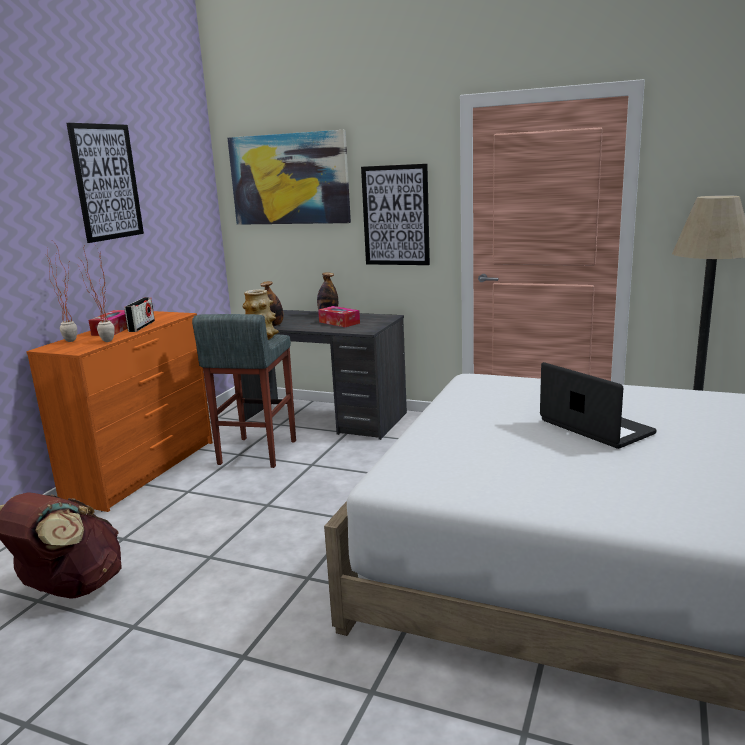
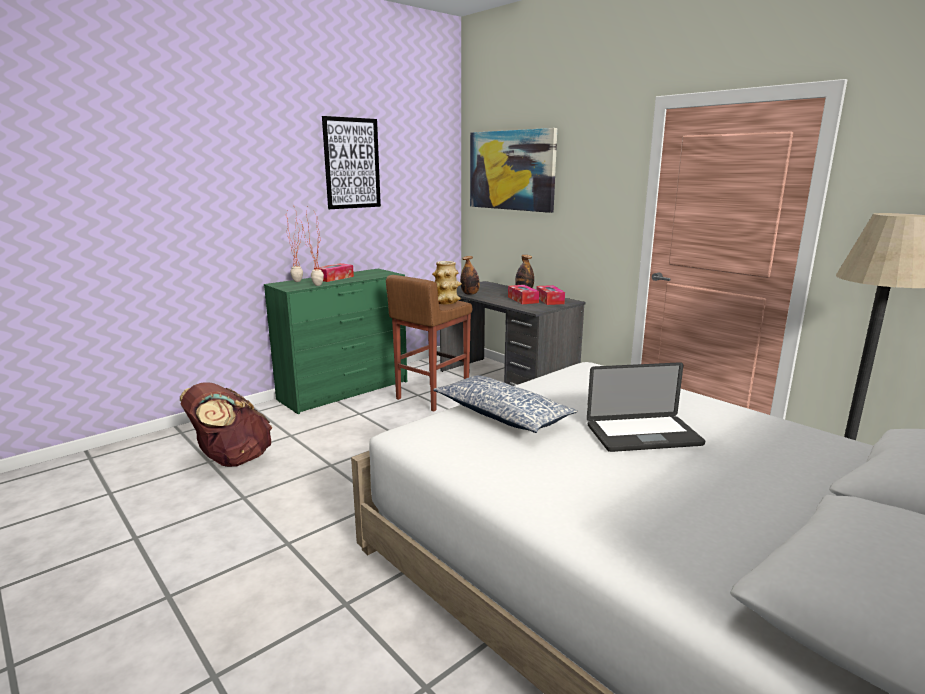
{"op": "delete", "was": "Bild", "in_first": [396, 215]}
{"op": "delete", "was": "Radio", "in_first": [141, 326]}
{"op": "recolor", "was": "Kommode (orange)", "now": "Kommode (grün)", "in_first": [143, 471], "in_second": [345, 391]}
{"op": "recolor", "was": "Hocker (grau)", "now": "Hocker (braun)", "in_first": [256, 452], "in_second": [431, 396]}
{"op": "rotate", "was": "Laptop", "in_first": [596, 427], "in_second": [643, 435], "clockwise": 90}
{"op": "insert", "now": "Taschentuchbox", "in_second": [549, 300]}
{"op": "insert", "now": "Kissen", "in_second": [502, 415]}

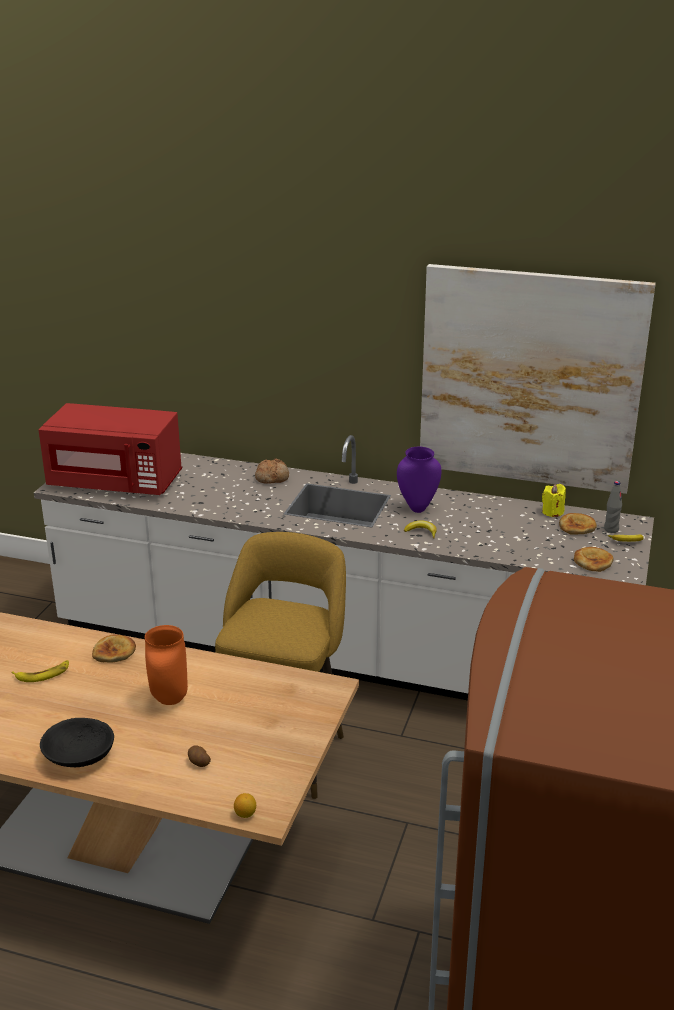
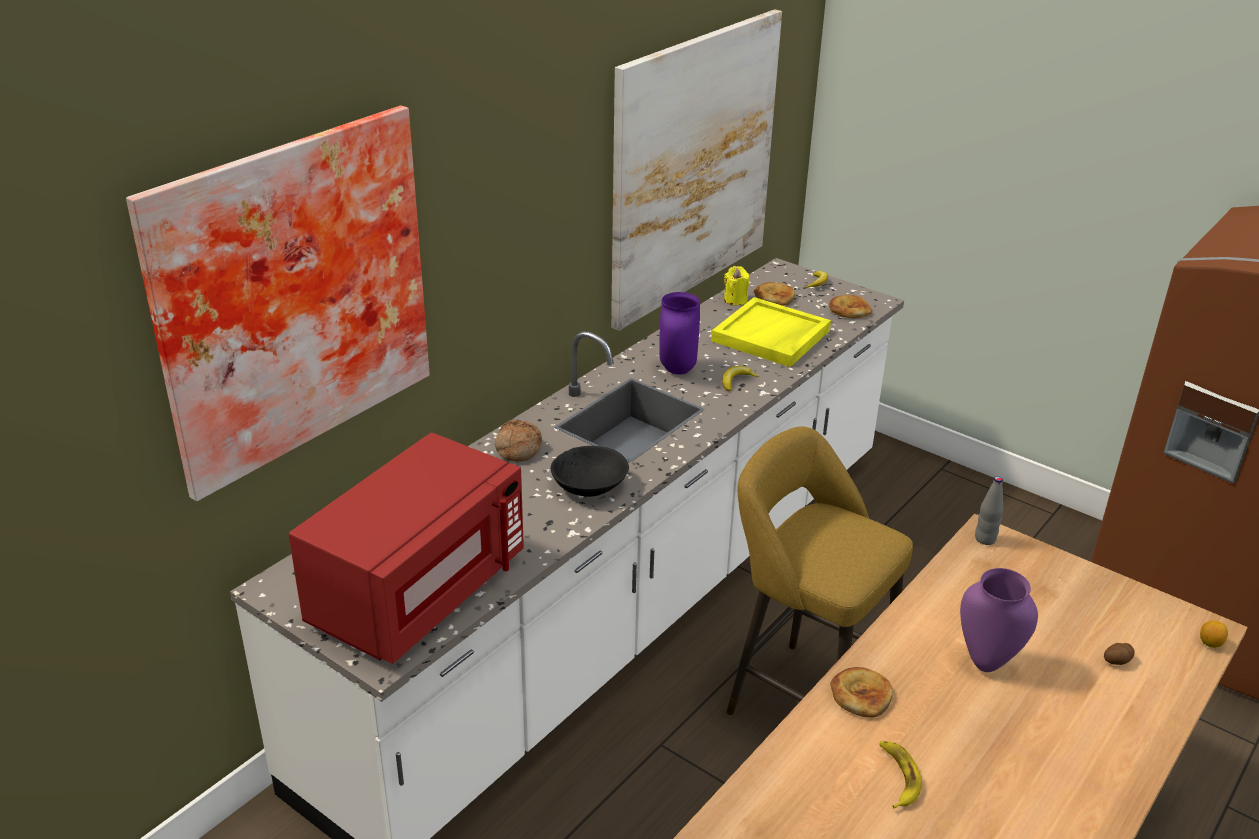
{"op": "move", "was": "Flasche (grau)", "in_first": [611, 529], "in_second": [985, 539]}
{"op": "recolor", "was": "Vase (orange)", "now": "Vase (lila)", "in_first": [168, 699], "in_second": [986, 663]}
{"op": "move", "was": "Schüssel (schwarz)", "in_first": [79, 756], "in_second": [589, 485]}
{"op": "insert", "now": "Bild", "in_second": [289, 294]}
{"op": "insert", "now": "Tablett (gelb)", "in_second": [771, 336]}

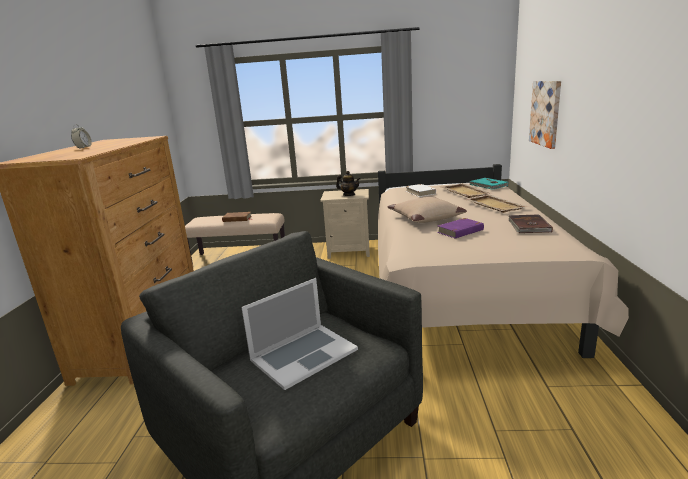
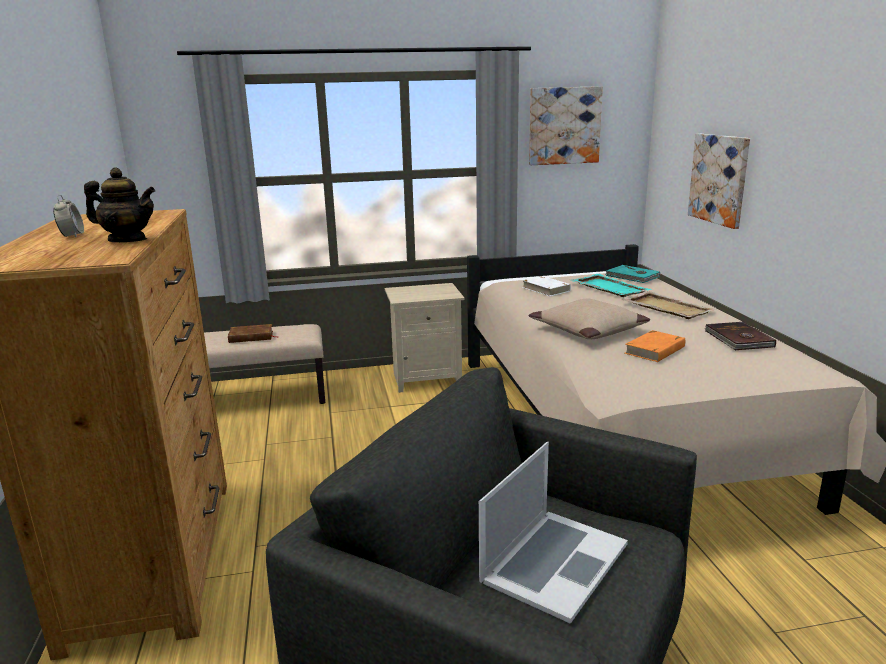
{"op": "move", "was": "Teekanne", "in_first": [349, 195], "in_second": [127, 240]}
{"op": "recolor", "was": "Tablett (beige)", "now": "Tablett (türkis)", "in_first": [464, 192], "in_second": [609, 287]}
{"op": "recolor", "was": "Buch (lila)", "now": "Buch (orange)", "in_first": [460, 231], "in_second": [655, 350]}
{"op": "insert", "now": "Bild", "in_second": [564, 126]}

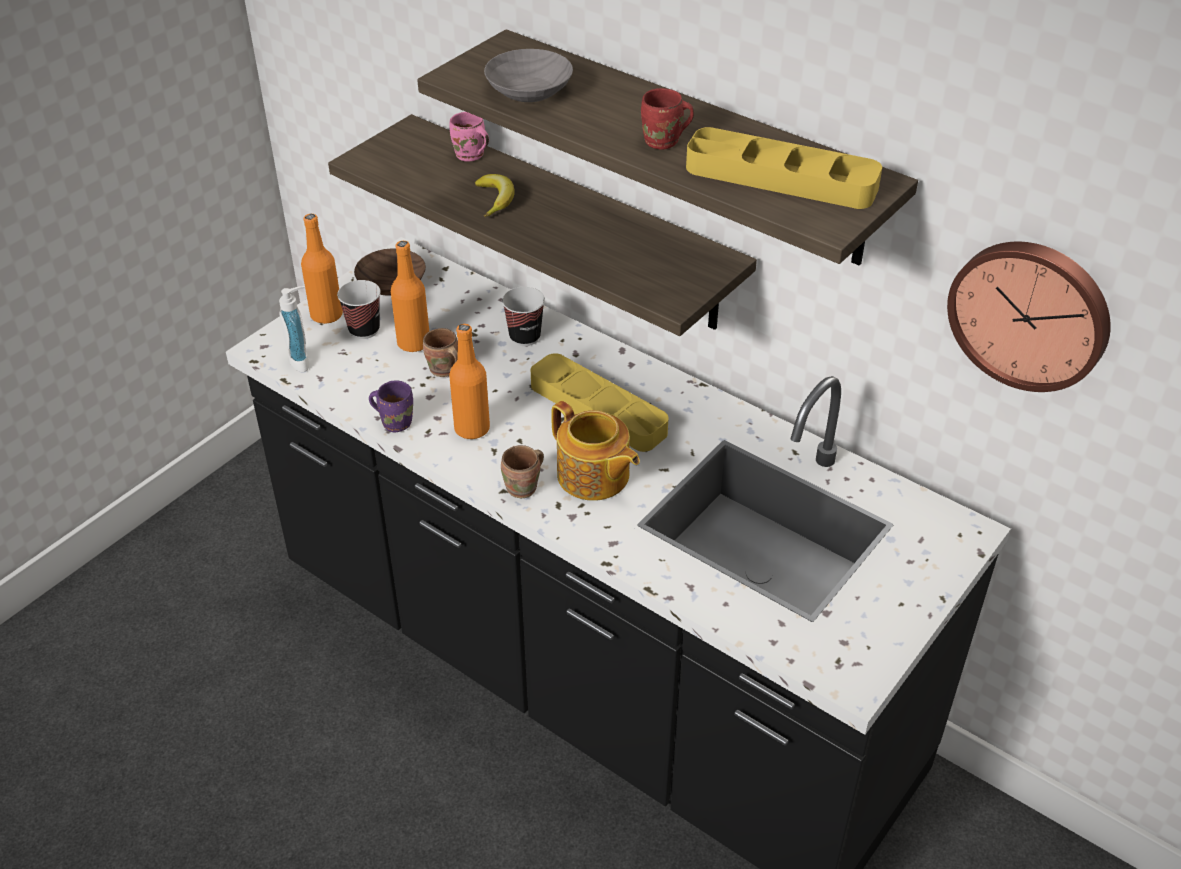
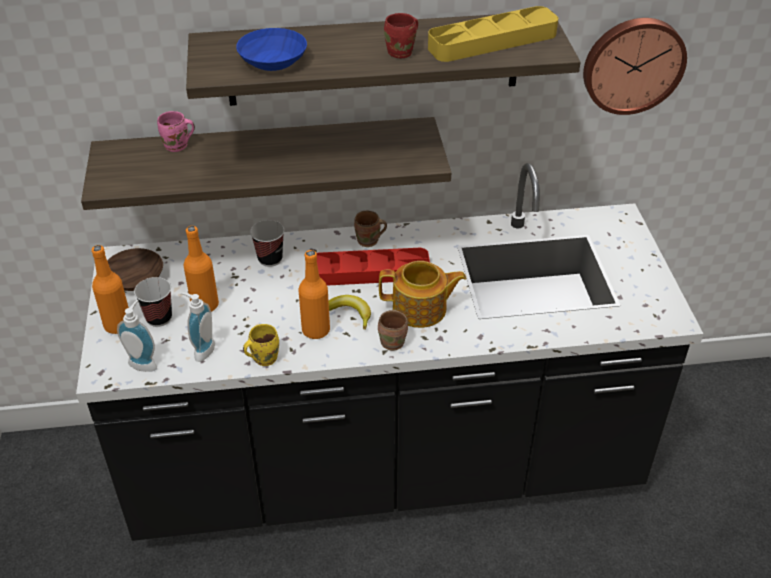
{"op": "recolor", "was": "Schüssel (grau)", "now": "Schüssel (blau)", "in_first": [531, 90], "in_second": [274, 60]}
{"op": "move", "was": "Banane", "in_first": [495, 199], "in_second": [349, 314]}
{"op": "move", "was": "Henkelbecher (braun)", "in_first": [443, 371], "in_second": [369, 242]}
{"op": "recolor", "was": "Tablett (gelb)", "now": "Tablett (rot)", "in_first": [598, 409], "in_second": [370, 272]}
{"op": "recolor", "was": "Henkelbecher (lila)", "now": "Henkelbecher (gelb)", "in_first": [396, 421], "in_second": [263, 357]}
{"op": "insert", "now": "Seifenspender", "in_second": [201, 350]}

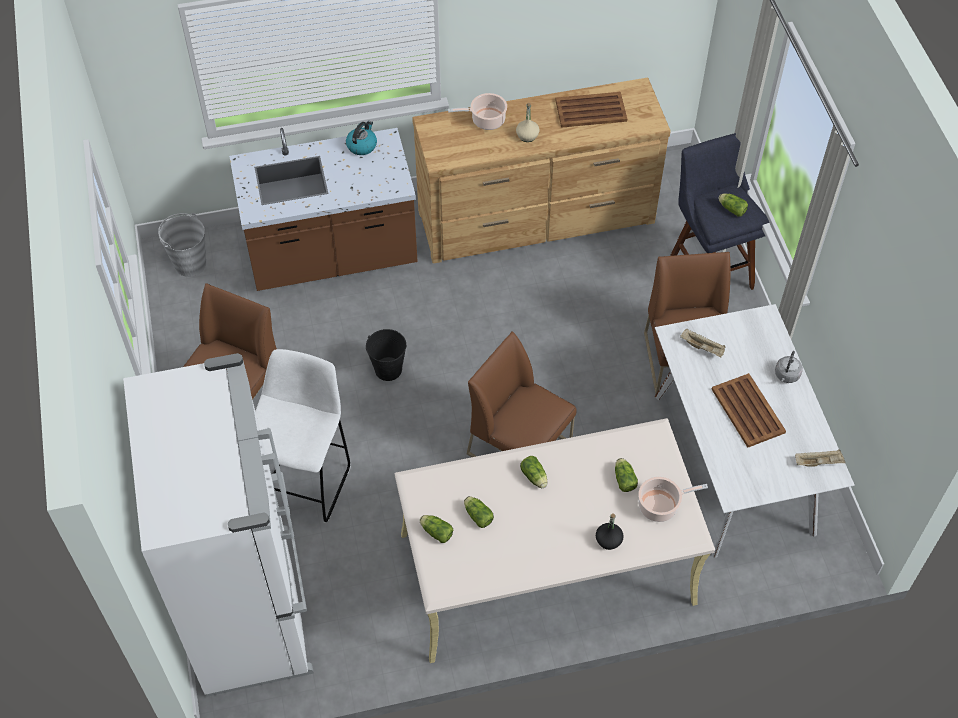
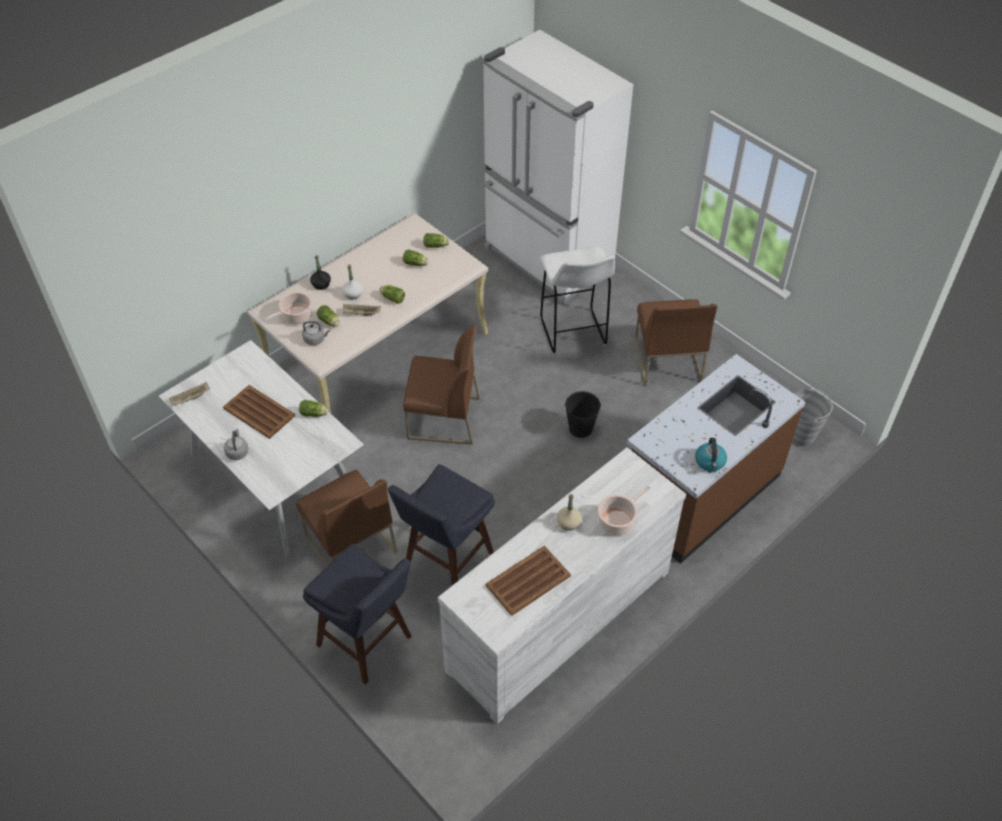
{"op": "recolor", "was": "Kommode (braun)", "now": "Kommode (weiß)", "in_first": [537, 217], "in_second": [558, 619]}
{"op": "move", "was": "Salatkopf", "in_first": [731, 208], "in_second": [314, 414]}
{"op": "move", "was": "Tablett (beige)", "in_first": [702, 347], "in_second": [361, 314]}
{"op": "insert", "now": "Flasche (weiß)", "in_second": [353, 294]}
{"op": "insert", "now": "Wasserkessel (grau)", "in_second": [315, 339]}
{"op": "insert", "now": "Hocker (blau)", "in_second": [445, 563]}

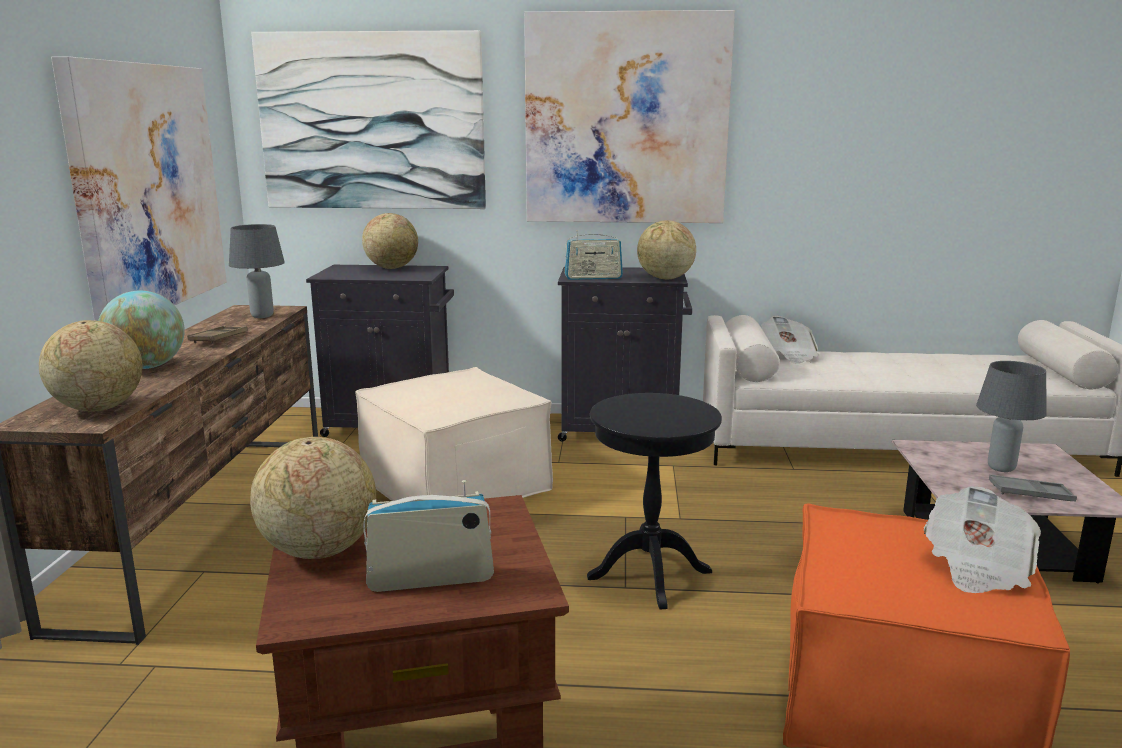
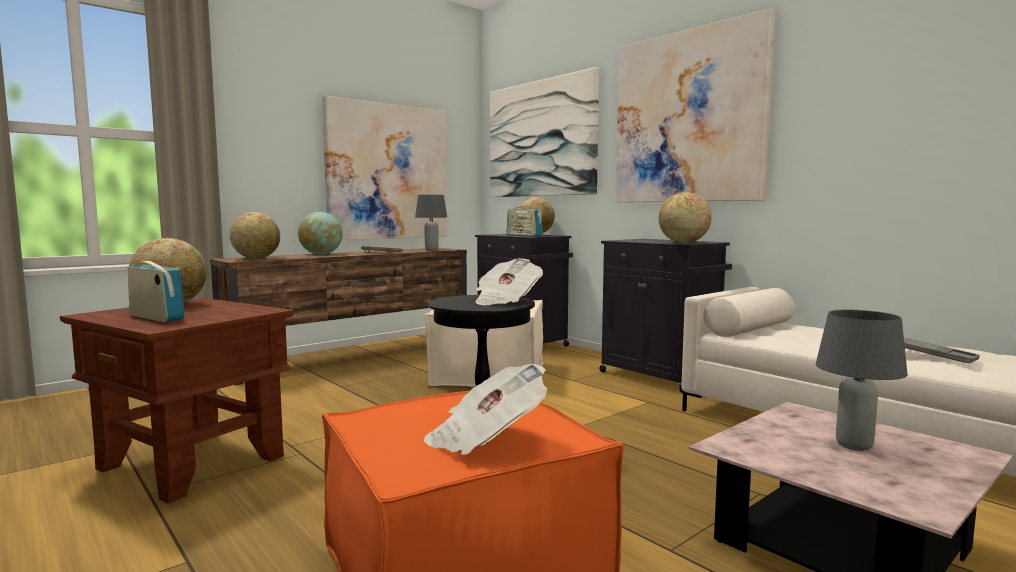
{"op": "move", "was": "Radio", "in_first": [593, 278], "in_second": [524, 236]}
{"op": "move", "was": "Zeitung", "in_first": [788, 355], "in_second": [506, 301]}
{"op": "move", "was": "Tablett (grau)", "in_first": [1030, 494], "in_second": [935, 355]}

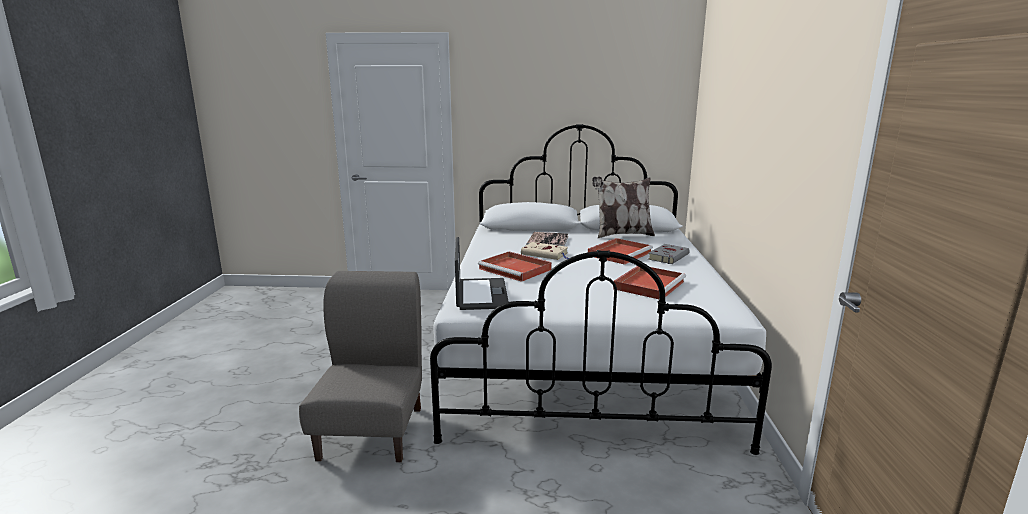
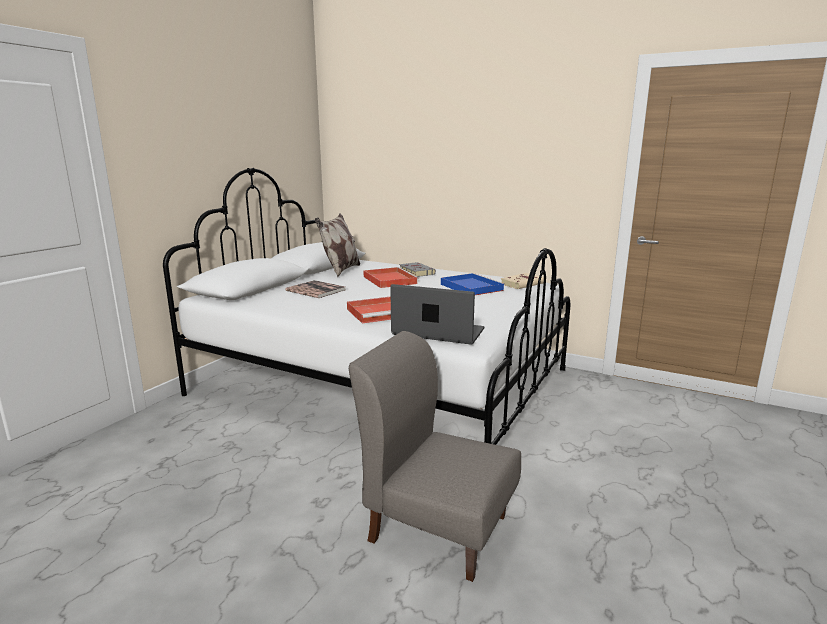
{"op": "move", "was": "Buch (beige)", "in_first": [546, 254], "in_second": [523, 284]}
{"op": "recolor", "was": "Tablett (rot)", "now": "Tablett (blau)", "in_first": [649, 284], "in_second": [470, 287]}

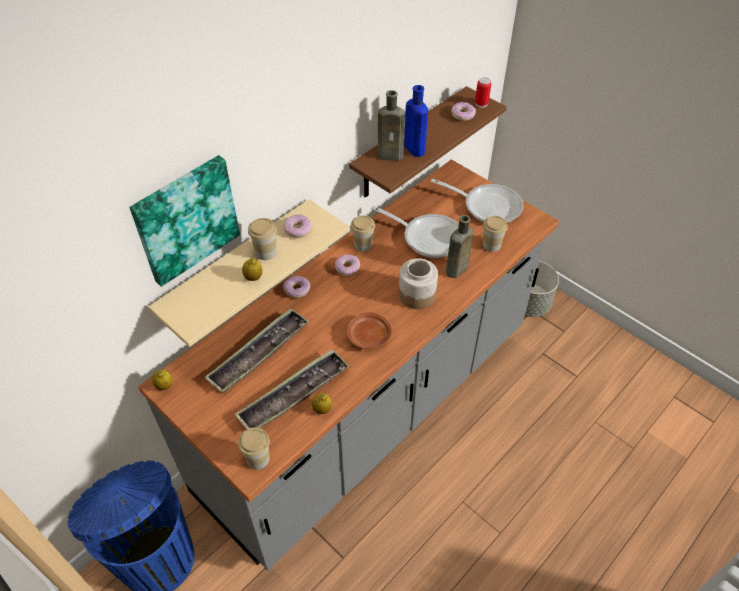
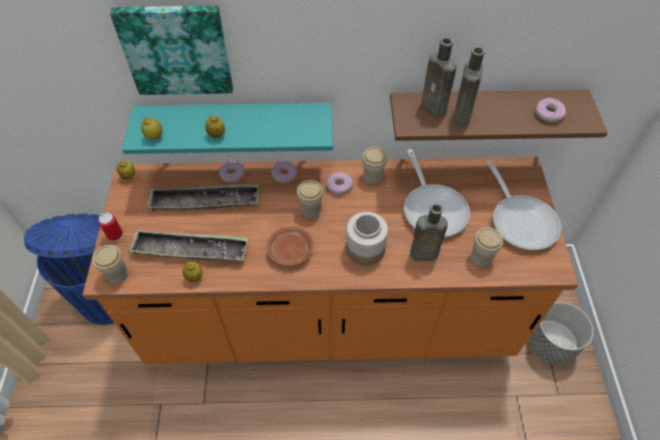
{"op": "move", "was": "Dose", "in_first": [481, 103], "in_second": [115, 235]}
{"op": "recolor", "was": "Flasche (blau)", "now": "Flasche (braun)", "in_first": [413, 148], "in_second": [461, 114]}
{"op": "recolor", "was": "Küchenzeile (grau)", "now": "Küchenzeile (orange)", "in_first": [369, 409], "in_second": [330, 317]}
{"op": "recolor", "was": "Wandregal (beige)", "now": "Wandregal (türkis)", "in_first": [238, 270], "in_second": [236, 125]}
{"op": "move", "was": "Donut", "in_first": [297, 229], "in_second": [232, 174]}
{"op": "move", "was": "Tasse", "in_first": [266, 252], "in_second": [311, 209]}
{"op": "insert", "now": "Zitrone", "in_second": [154, 136]}

